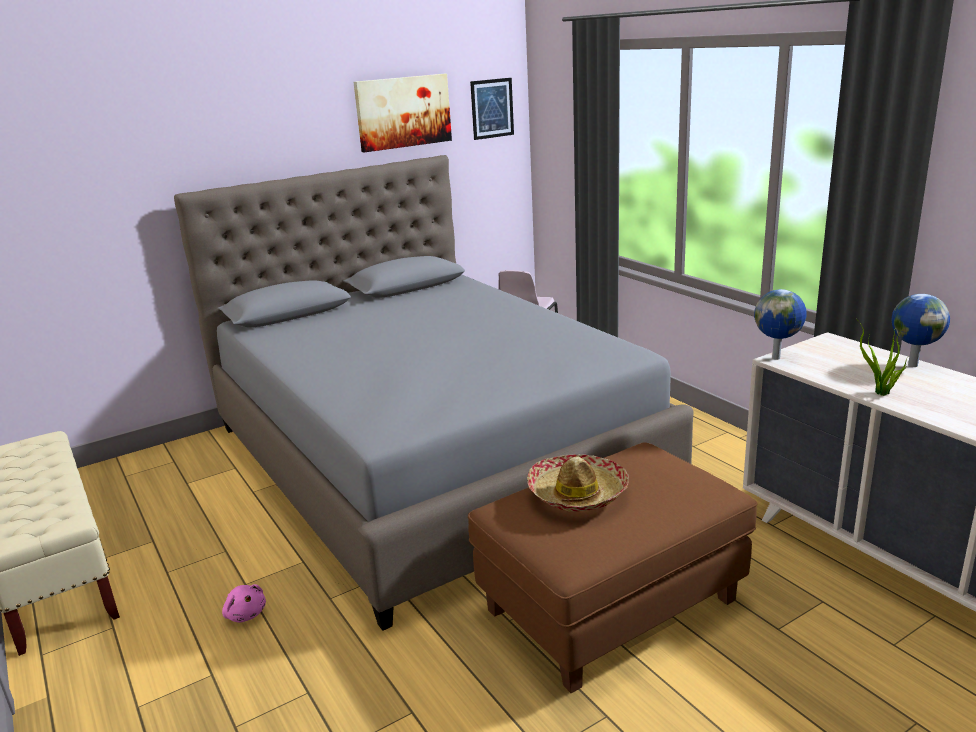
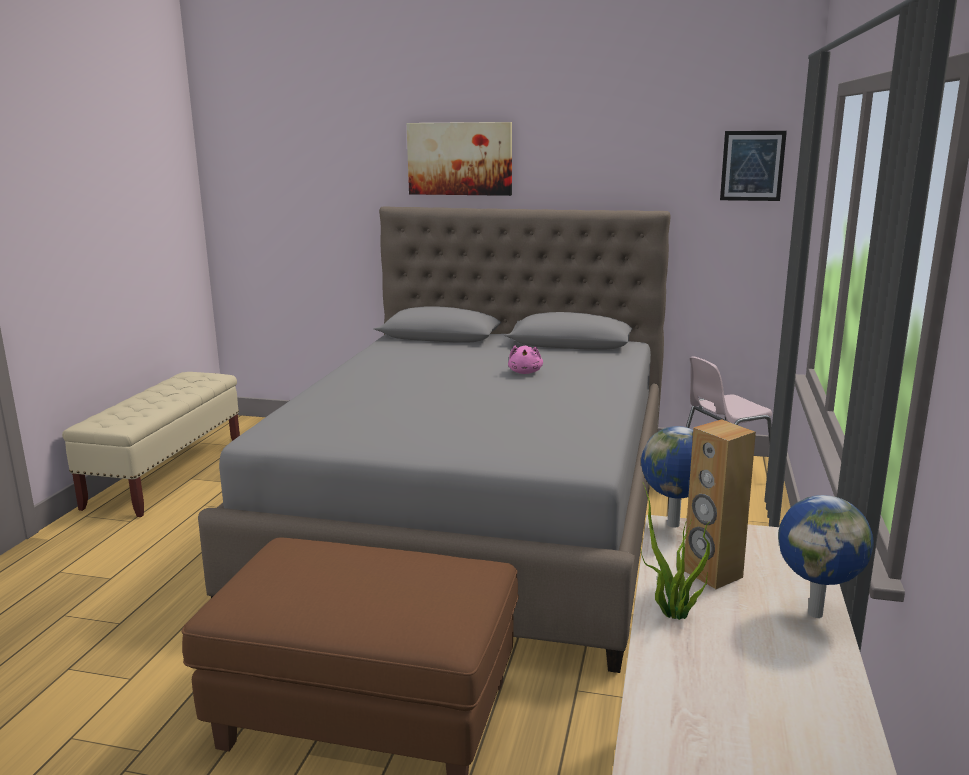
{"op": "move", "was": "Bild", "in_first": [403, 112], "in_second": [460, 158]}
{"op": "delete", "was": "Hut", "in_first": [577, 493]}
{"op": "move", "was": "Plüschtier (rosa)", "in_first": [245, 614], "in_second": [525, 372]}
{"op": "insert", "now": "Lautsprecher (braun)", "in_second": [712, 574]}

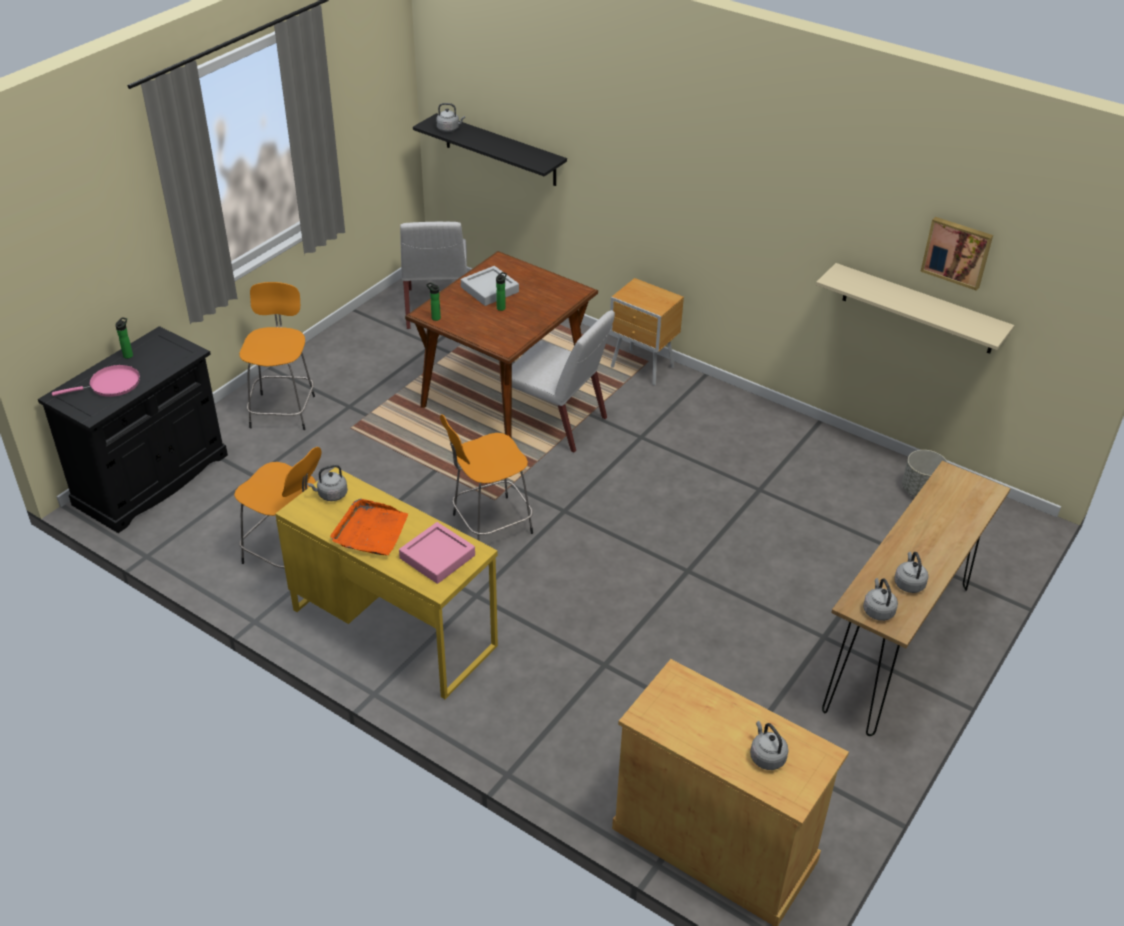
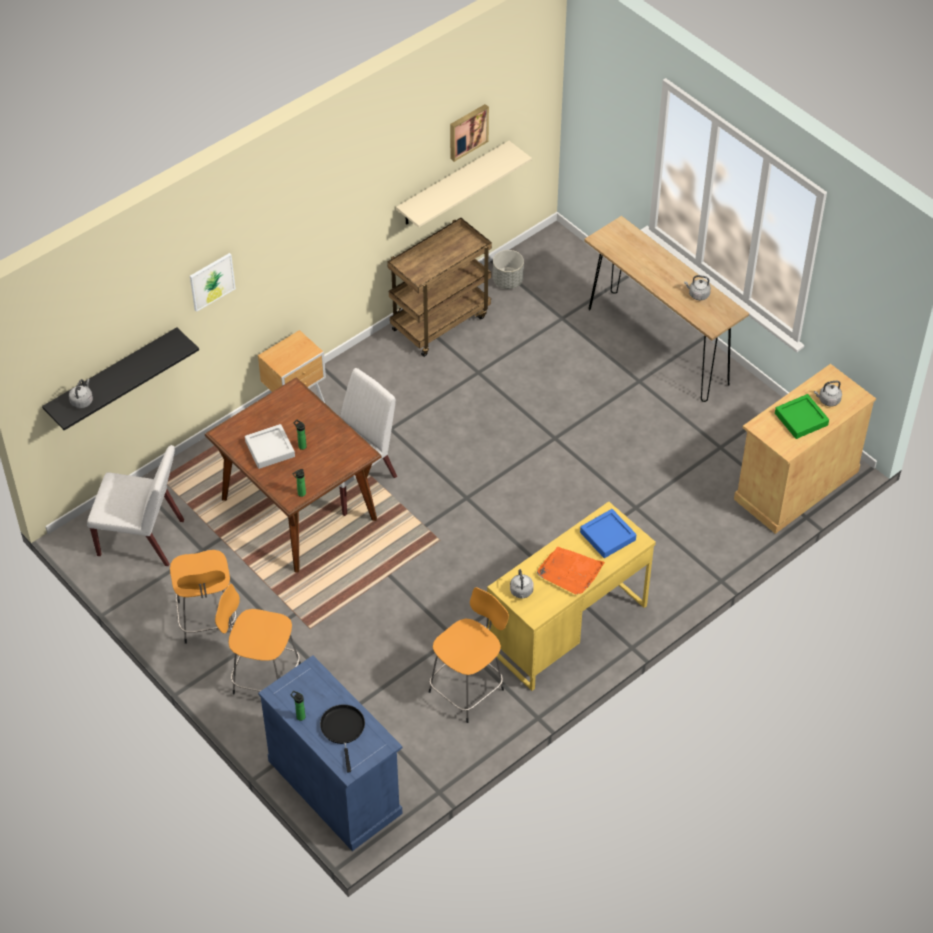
{"op": "recolor", "was": "Schrank (schwarz)", "now": "Schrank (blau)", "in_first": [152, 480], "in_second": [335, 786]}
{"op": "recolor", "was": "Pfanne (rosa)", "now": "Pfanne (schwarz)", "in_first": [111, 385], "in_second": [343, 729]}
{"op": "move", "was": "Hocker (orange)", "in_first": [489, 525], "in_second": [207, 620]}
{"op": "recolor", "was": "Tablett (rosa)", "now": "Tablett (blau)", "in_first": [437, 557], "in_second": [607, 536]}
{"op": "delete", "was": "Wasserkessel (grau)", "in_first": [877, 610]}
{"op": "insert", "now": "Rollwagen (braun)", "in_second": [440, 321]}
{"op": "insert", "now": "Bild", "in_second": [211, 281]}
{"op": "insert", "now": "Tablett (grün)", "in_second": [801, 419]}

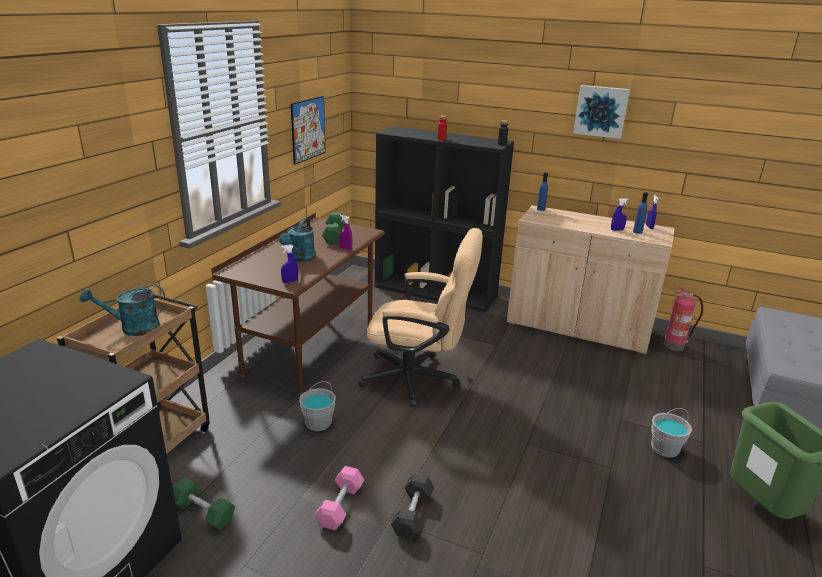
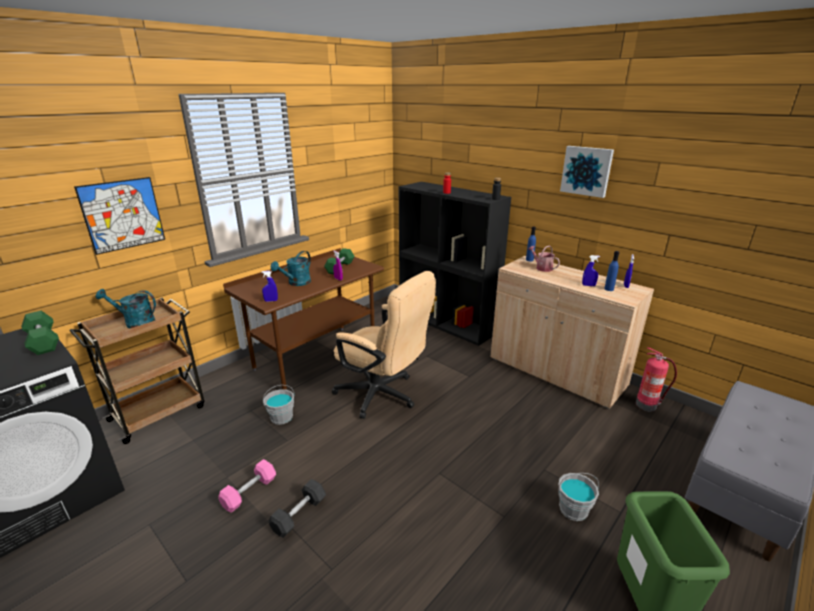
{"op": "move", "was": "Bild", "in_first": [308, 129], "in_second": [123, 215]}
{"op": "move", "was": "Hantel (grün)", "in_first": [203, 512], "in_second": [43, 341]}
{"op": "insert", "now": "Gießkanne", "in_second": [542, 268]}

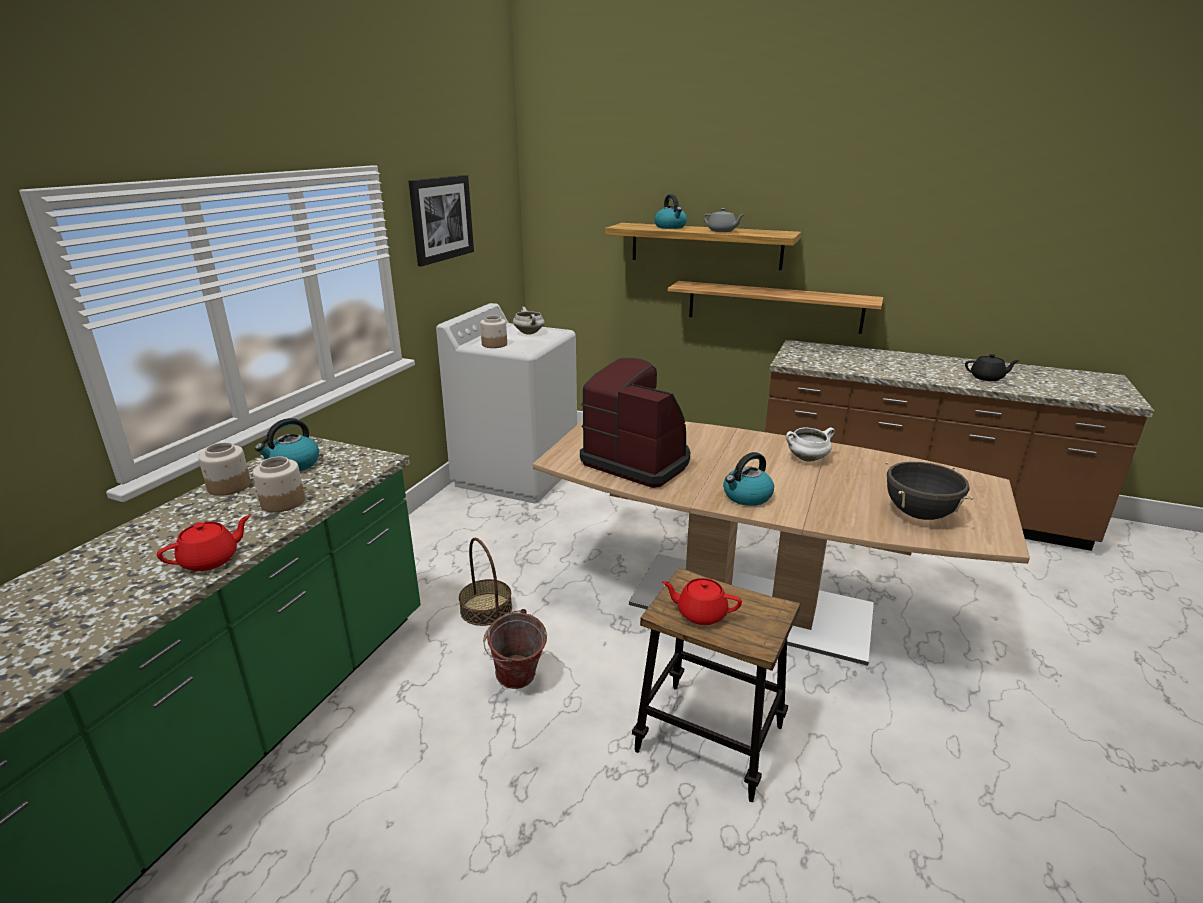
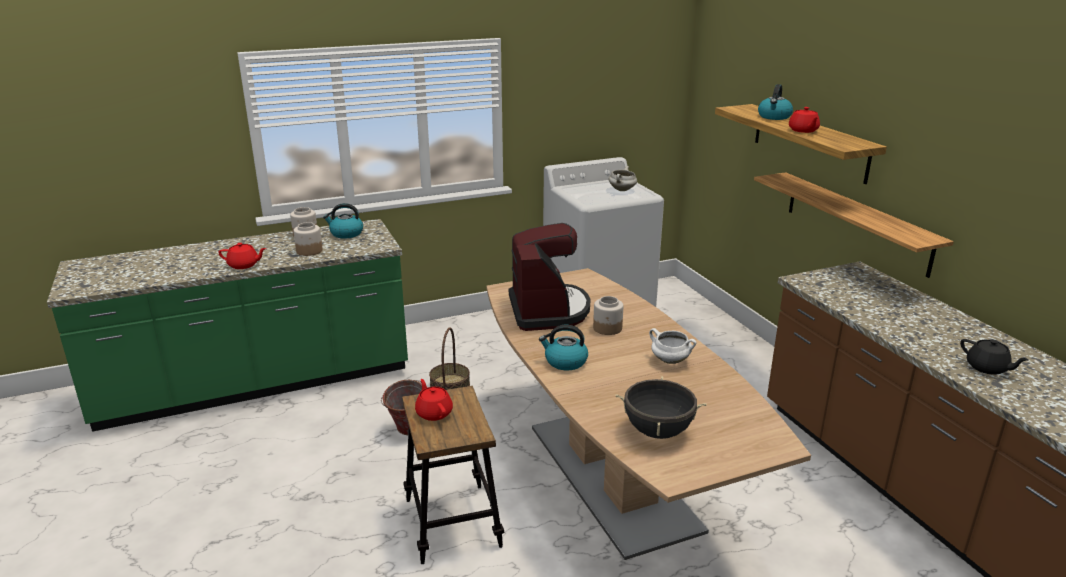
{"op": "delete", "was": "Bild", "in_first": [441, 219]}
{"op": "recolor", "was": "Teekanne (grau)", "now": "Teekanne (rot)", "in_first": [722, 231], "in_second": [803, 130]}
{"op": "move", "was": "Vorratsglas", "in_first": [495, 344], "in_second": [607, 328]}

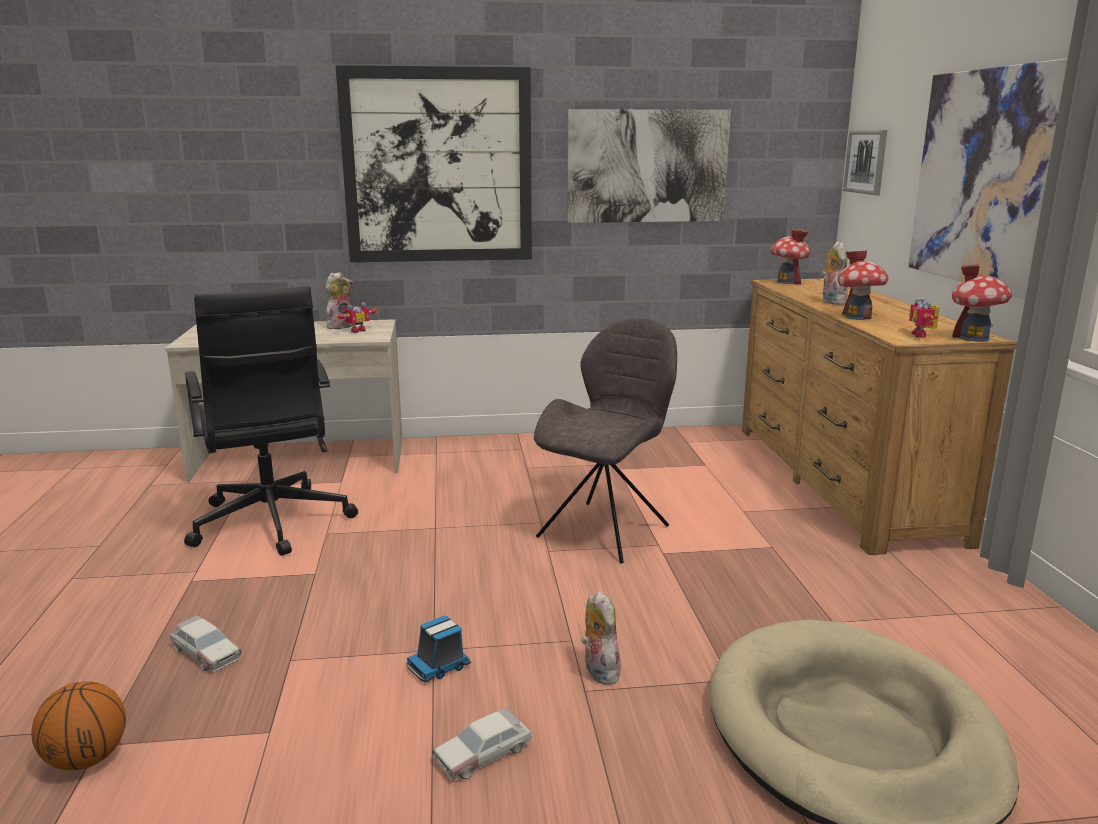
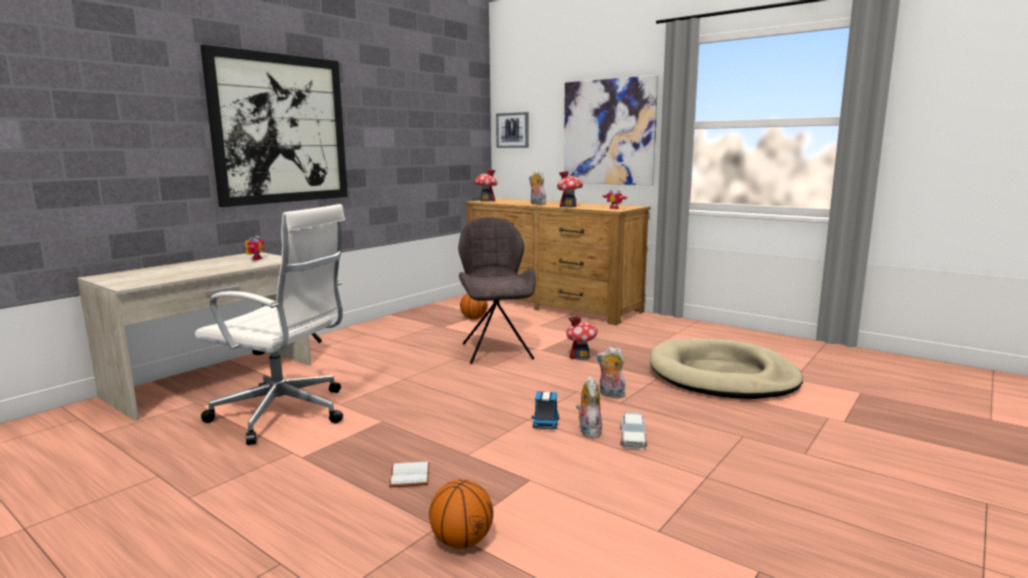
{"op": "delete", "was": "Bild", "in_first": [647, 166]}
{"op": "move", "was": "Spielzeughaus", "in_first": [974, 338], "in_second": [581, 357]}
{"op": "move", "was": "Plüschtier", "in_first": [340, 326], "in_second": [588, 431]}
{"op": "recolor", "was": "Bürostuhl (schwarz)", "now": "Bürostuhl (weiß)", "in_first": [271, 524], "in_second": [285, 414]}
{"op": "replace", "was": "Spielzeugauto", "now": "Buch (weiß)", "in_first": [205, 652], "in_second": [408, 475]}
{"op": "insert", "now": "Basketball", "in_second": [474, 318]}

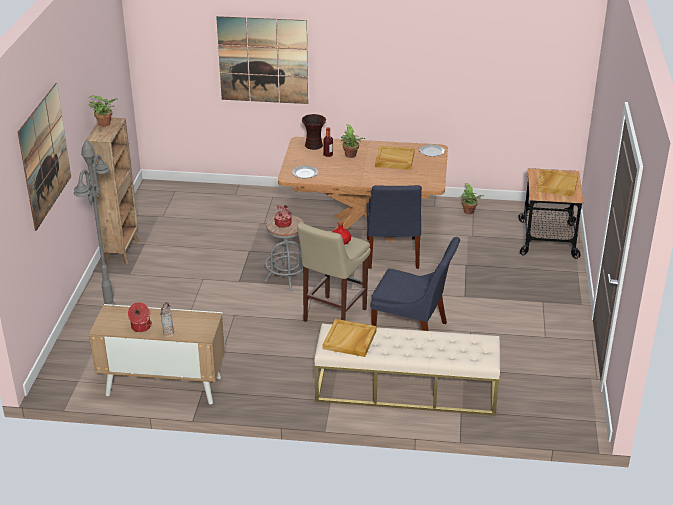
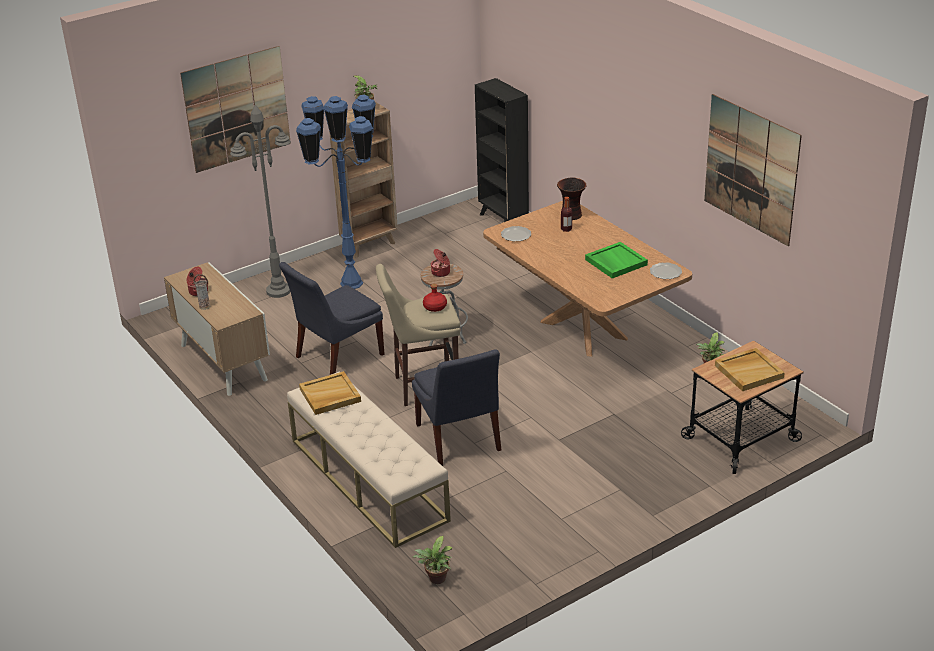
{"op": "move", "was": "Bild", "in_first": [263, 60], "in_second": [751, 169]}
{"op": "move", "was": "Topfpflanze", "in_first": [351, 156], "in_second": [436, 580]}
{"op": "recolor", "was": "Tablett (beige)", "now": "Tablett (grün)", "in_first": [394, 159], "in_second": [615, 262]}
{"op": "move", "was": "Stuhl (blau)", "in_first": [391, 255], "in_second": [336, 357]}
{"op": "insert", "now": "Bücherregal (schwarz)", "in_second": [503, 219]}
{"op": "insert", "now": "Stehlampe (blau)", "in_second": [351, 283]}

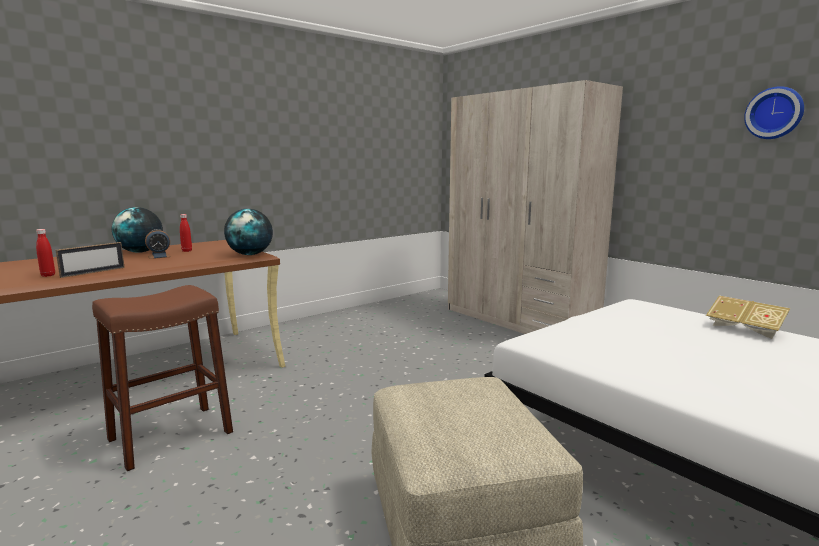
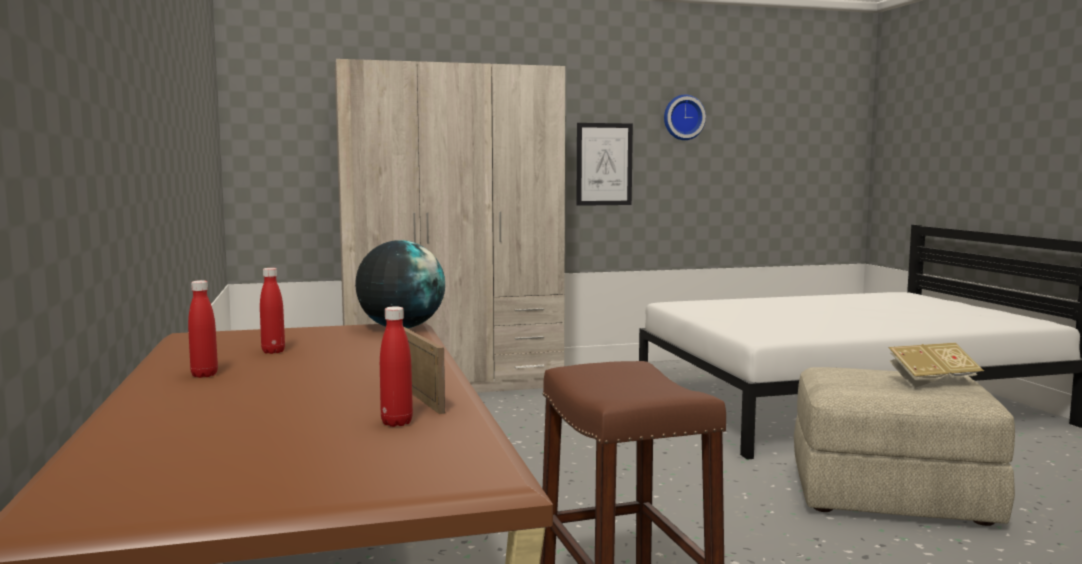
{"op": "replace", "was": "Globus", "now": "Flasche (rot)", "in_first": [140, 252], "in_second": [204, 375]}
{"op": "delete", "was": "Wecker", "in_first": [159, 256]}
{"op": "move", "was": "Buch", "in_first": [744, 329], "in_second": [932, 382]}
{"op": "insert", "now": "Bild", "in_second": [604, 164]}

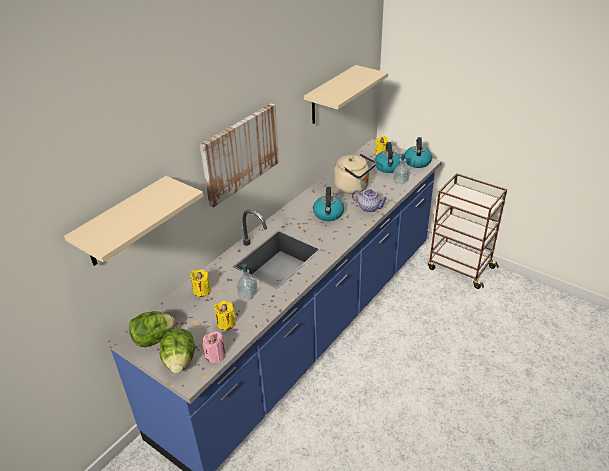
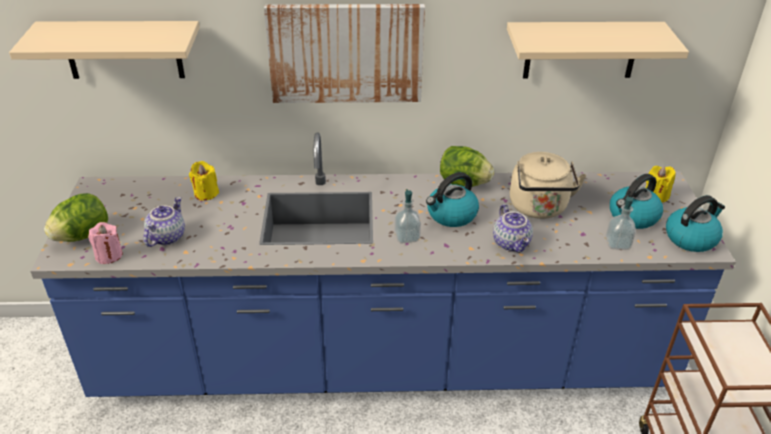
{"op": "move", "was": "Seifenspender", "in_first": [248, 294], "in_second": [407, 237]}
{"op": "replace", "was": "Kerze (gelb)", "now": "Teekanne", "in_first": [226, 323], "in_second": [166, 237]}
{"op": "move", "was": "Salatkopf", "in_first": [153, 339], "in_second": [463, 183]}

